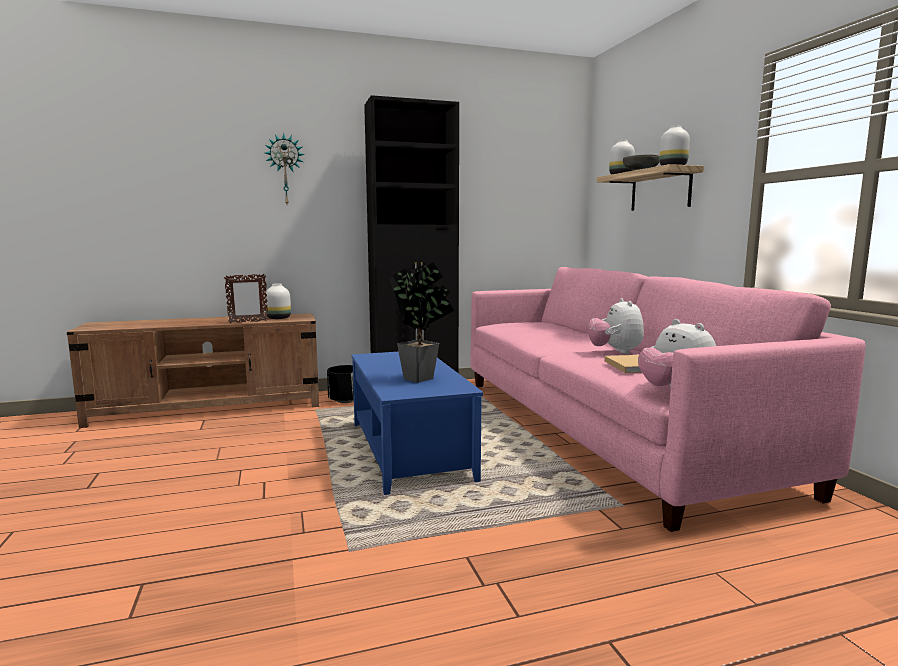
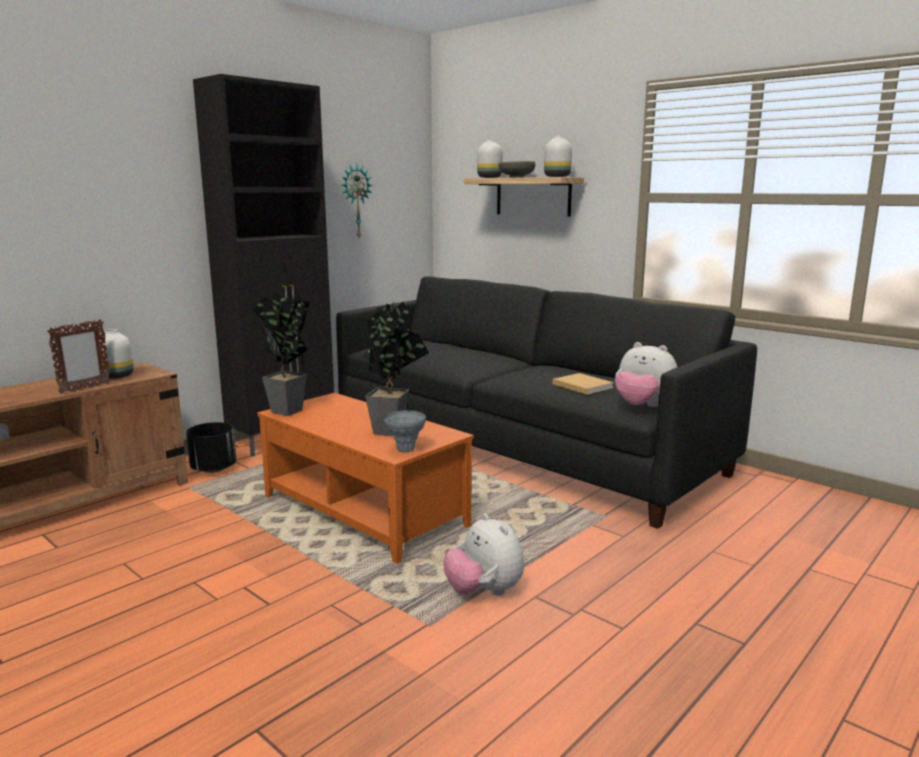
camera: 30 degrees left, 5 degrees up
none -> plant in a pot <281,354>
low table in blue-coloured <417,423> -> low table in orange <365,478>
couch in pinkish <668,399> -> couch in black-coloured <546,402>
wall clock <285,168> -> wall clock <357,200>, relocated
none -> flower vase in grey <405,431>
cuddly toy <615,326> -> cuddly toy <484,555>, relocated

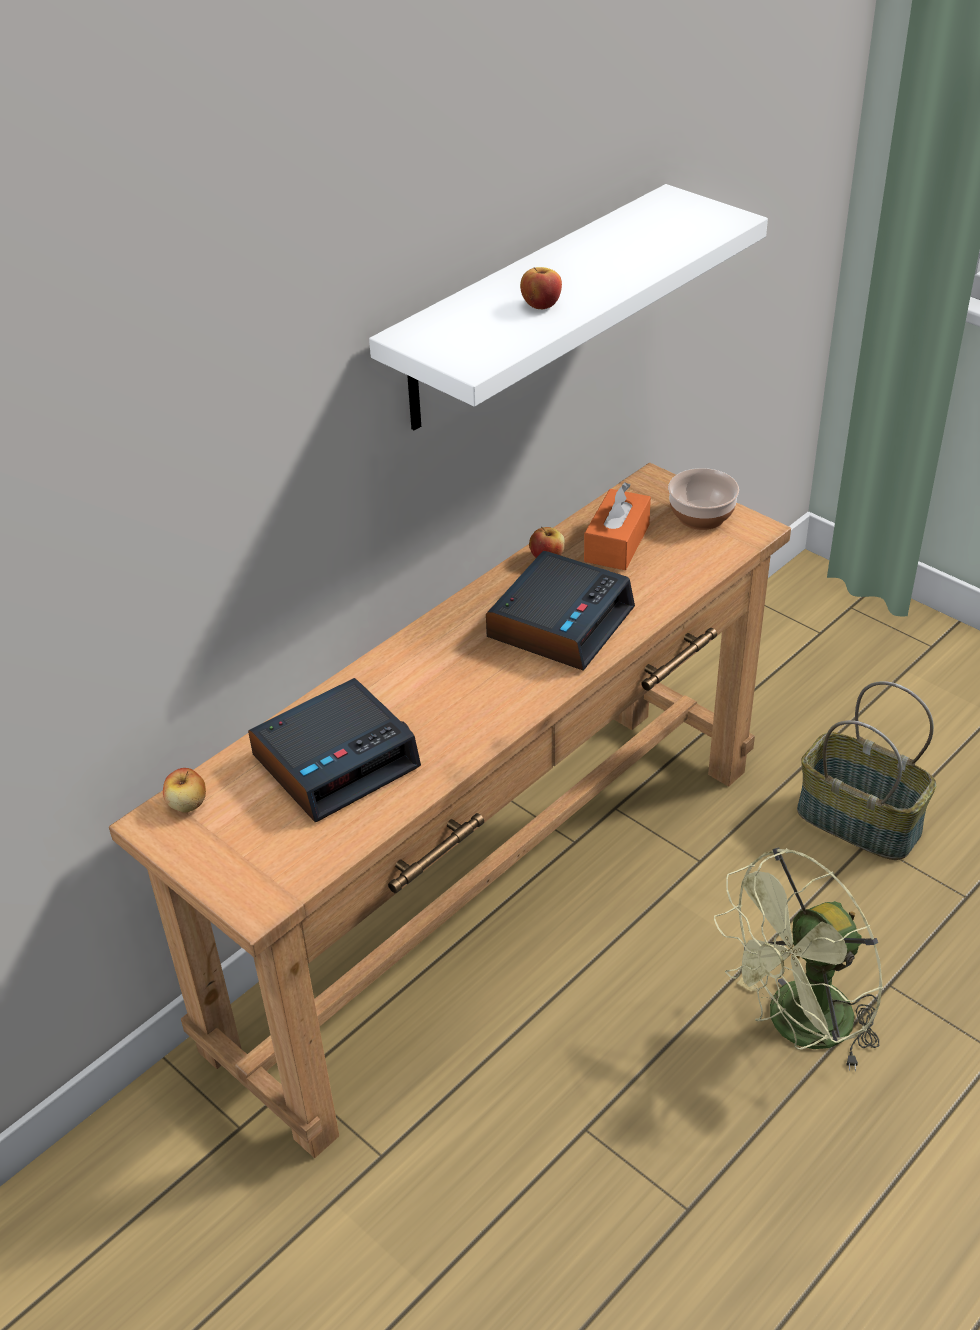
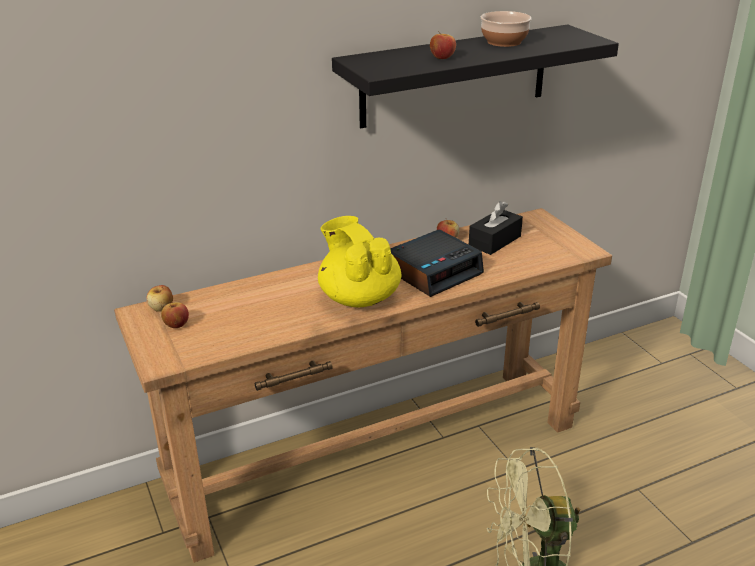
camera: 20 degrees right, 10 degrees down
none -> apple fruit <175,315>
none -> teapot in yellow <360,261>
shelf in white <568,307> -> shelf in black-coloured <475,76>
box of tissues in orange <617,526> -> box of tissues in black-coloured <496,228>
serving bowl <703,499> -> serving bowl <506,29>, relocated
bedside clock <334,750> -> none
basket <866,770> -> none

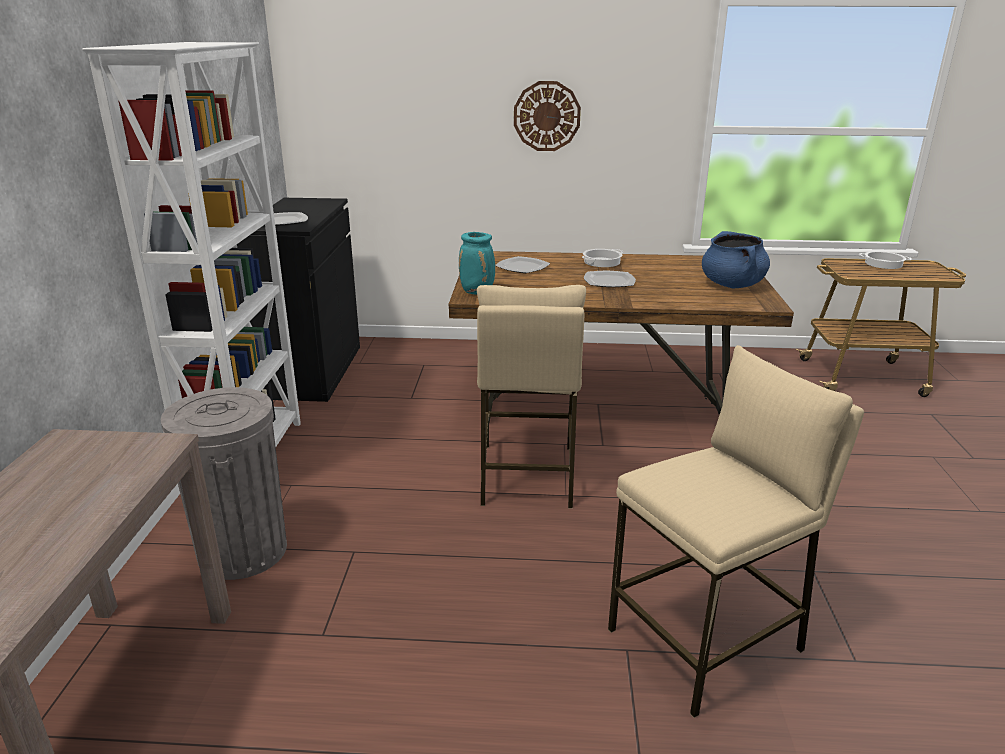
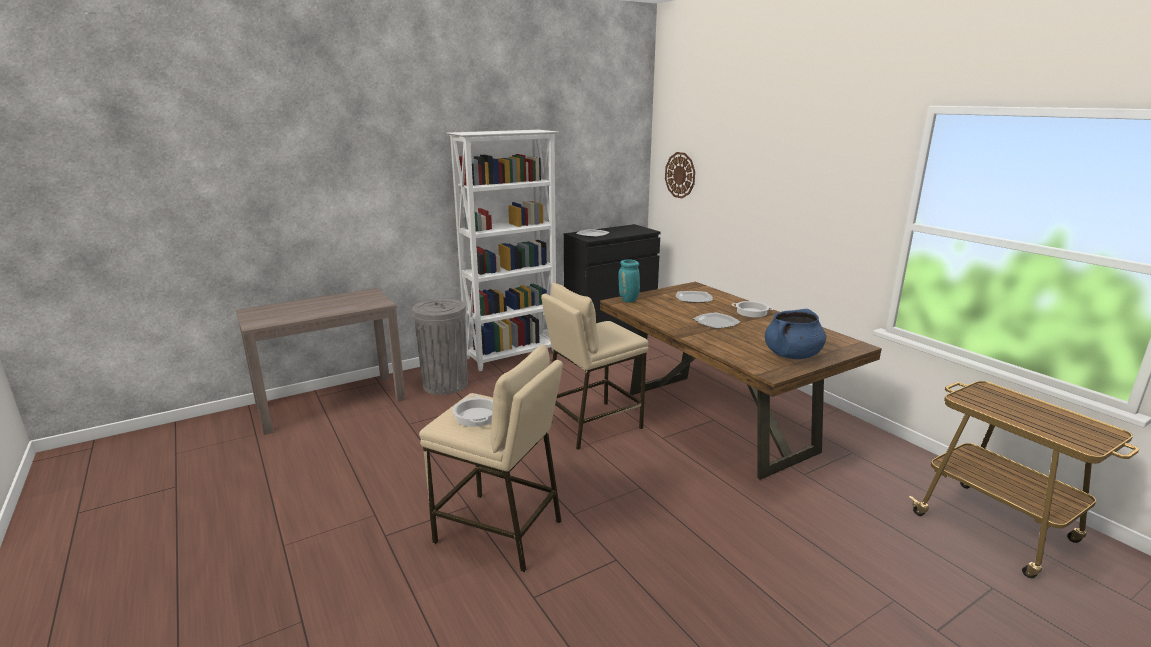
camera: 55 degrees right, 5 degrees down
cooking pot <885,260> -> cooking pot <473,411>, relocated
wall clock <547,116> -> wall clock <680,175>, relocated

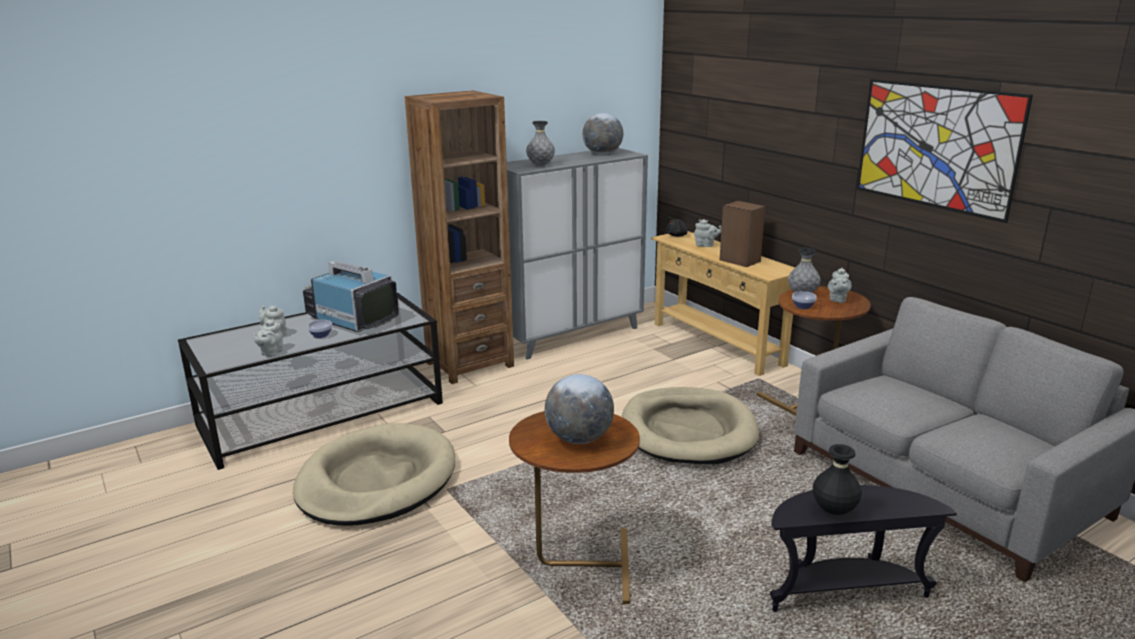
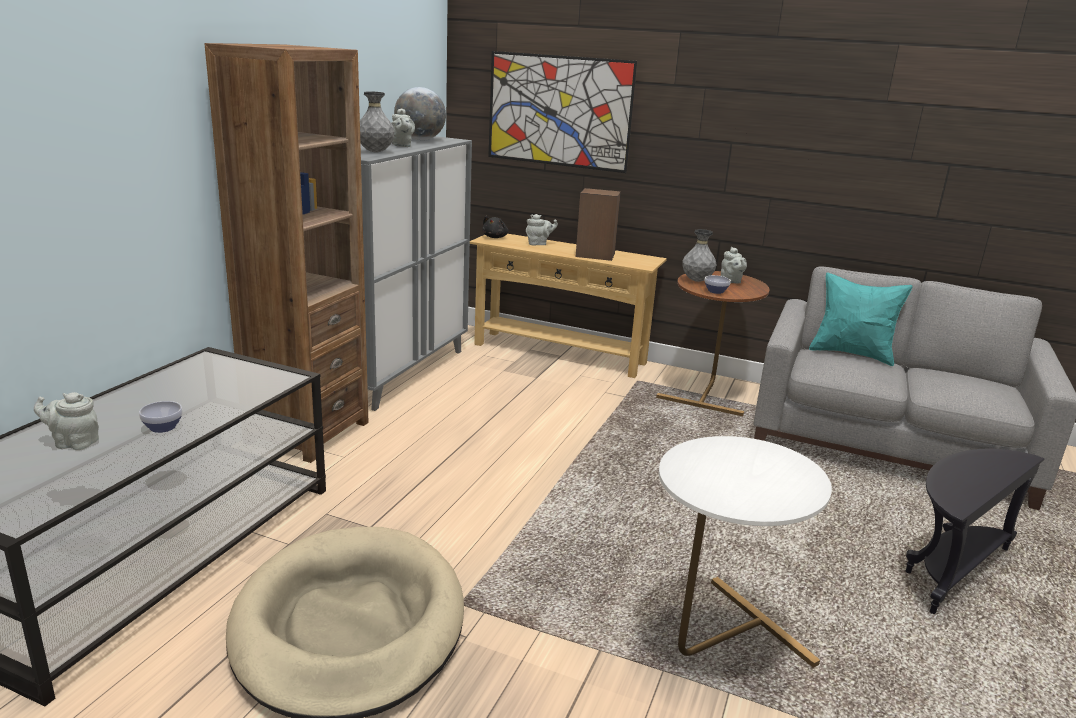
camera: 35 degrees left, 0 degrees up
teapot in grey <268,337> -> teapot in grey <403,127>, relocated
picture <945,151> -> picture <562,112>, relocated
end table in brown <574,507> -> end table in white <745,552>
none -> throw pillow in turquoise-coloured <861,319>
TV set <351,296> -> none
world globe <579,409> -> none
dog bed in beige <690,425> -> none
flower vase in black-coloured <837,479> -> none

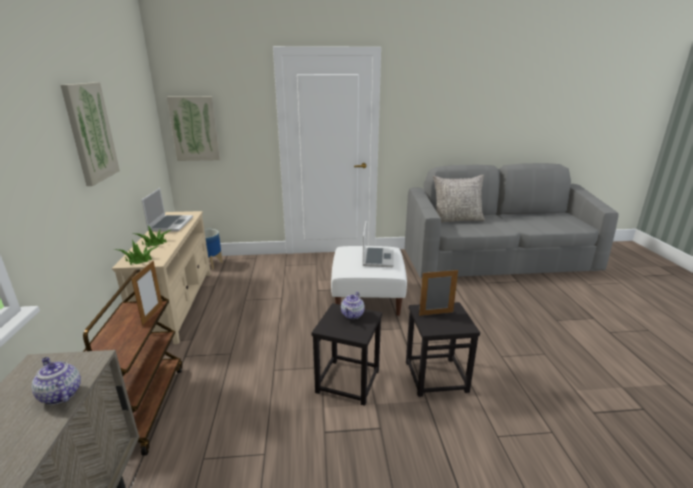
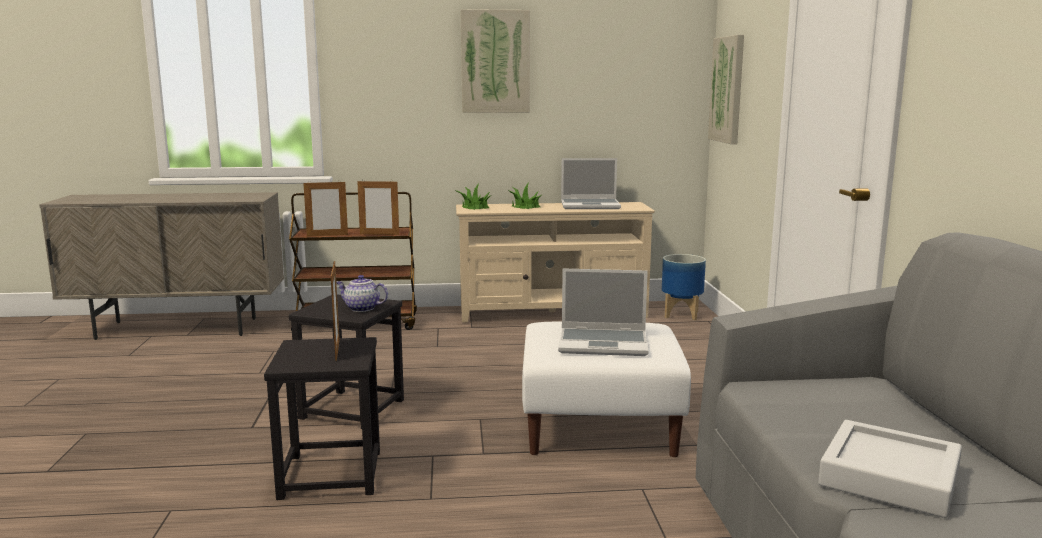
camera: 90 degrees right, 10 degrees down
none -> picture frame <325,209>
none -> serving tray in grey <890,469>
teapot <56,381> -> none
throw pillow in grey <459,199> -> none

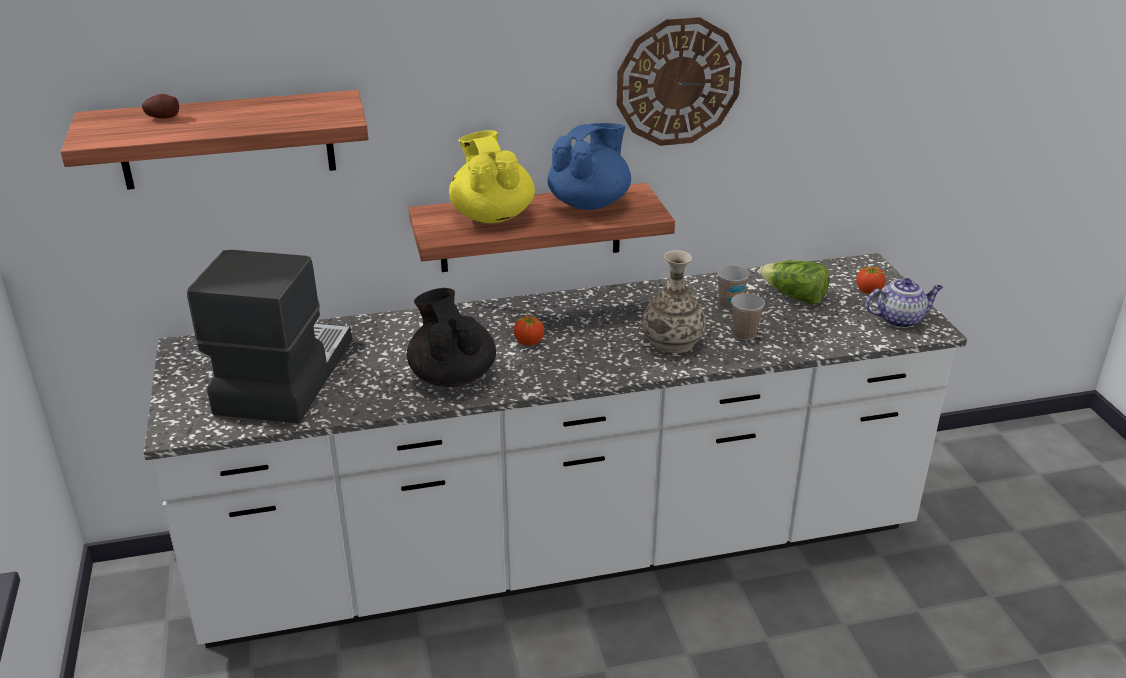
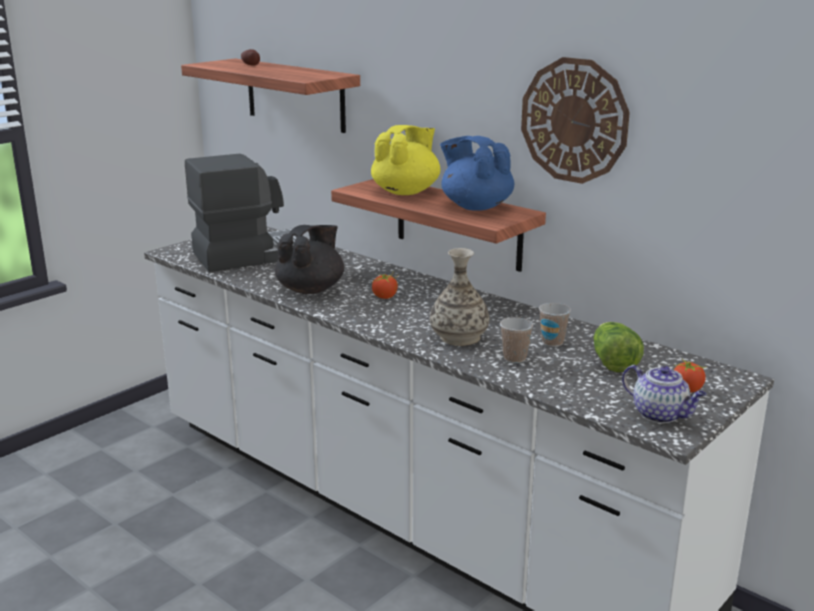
camera: 55 degrees right, 10 degrees down
teapot in blue-coloured <589,166> -> teapot in blue-coloured <477,173>, 135 degrees counterclockwise

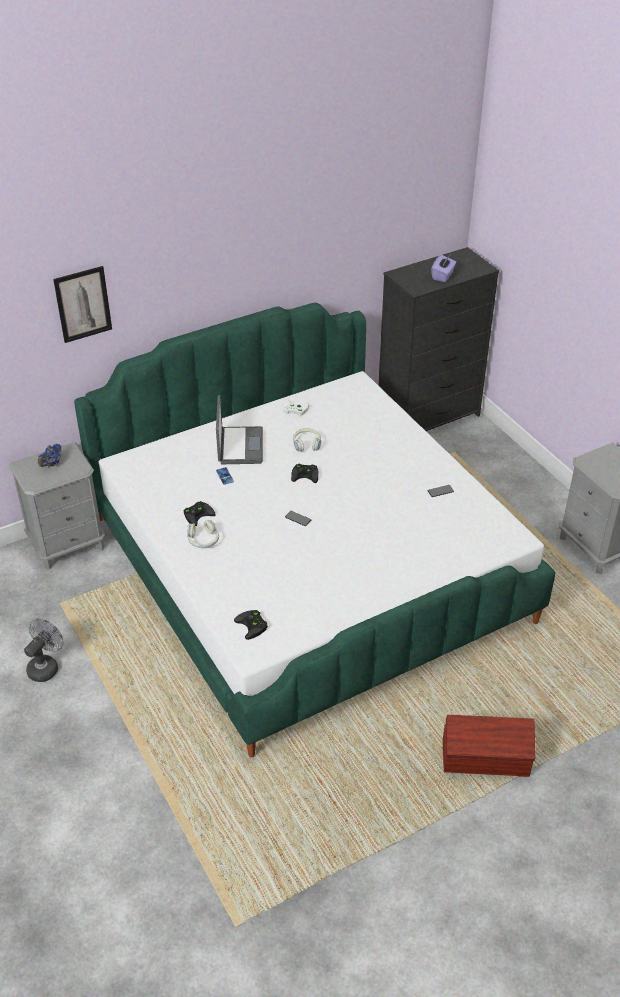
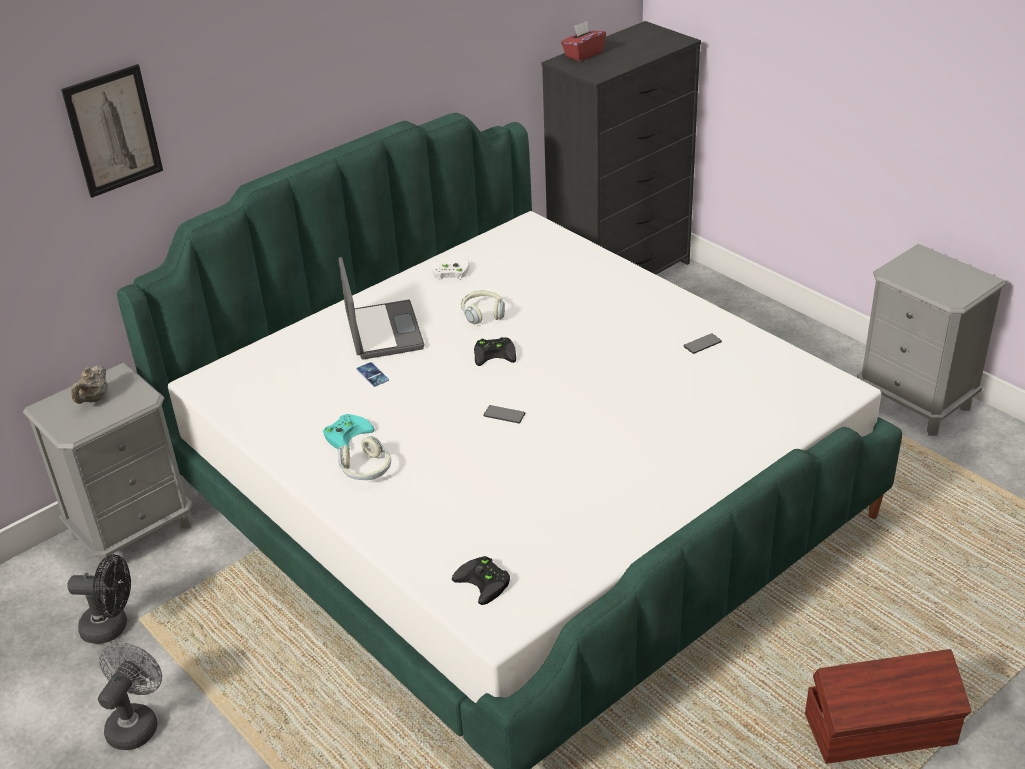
camera: 10 degrees left, 5 degrees down
none -> cooling fan in black-coloured <99,599>
teapot in blue-coloured <50,455> -> teapot in beige <89,384>
gamepad in black-coloured <199,513> -> gamepad in turquoise-coloured <349,432>
none -> box of tissues in reddish <583,41>
box of tissues in purple-coloured <443,268> -> none

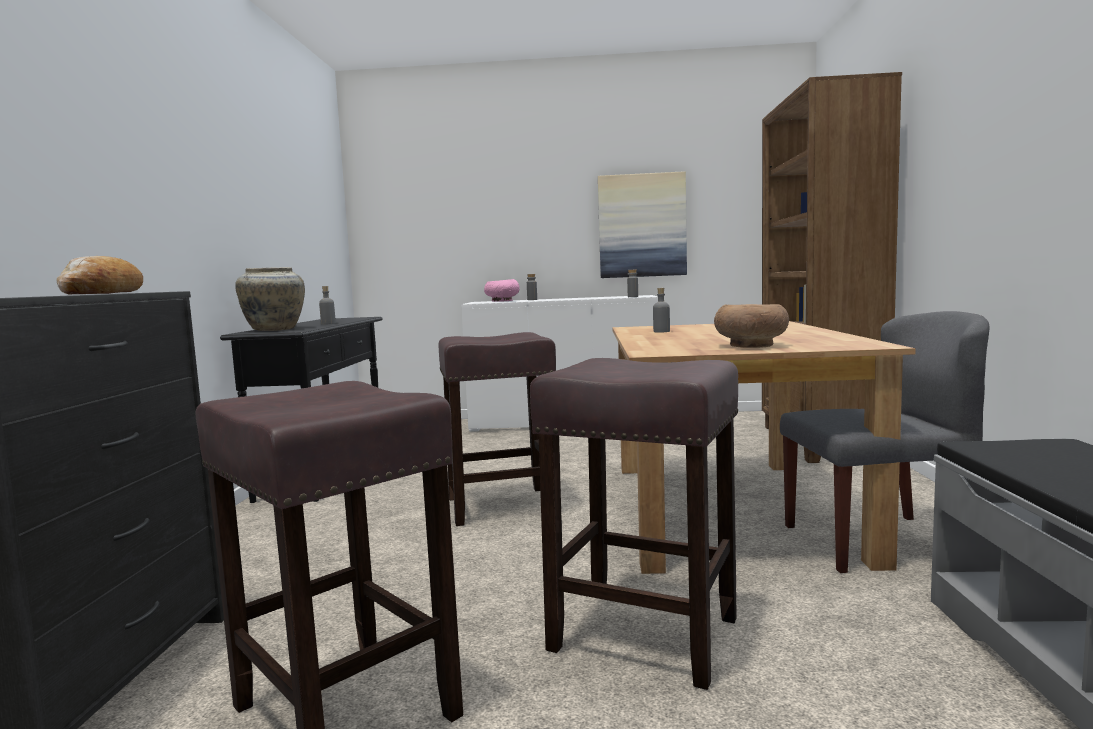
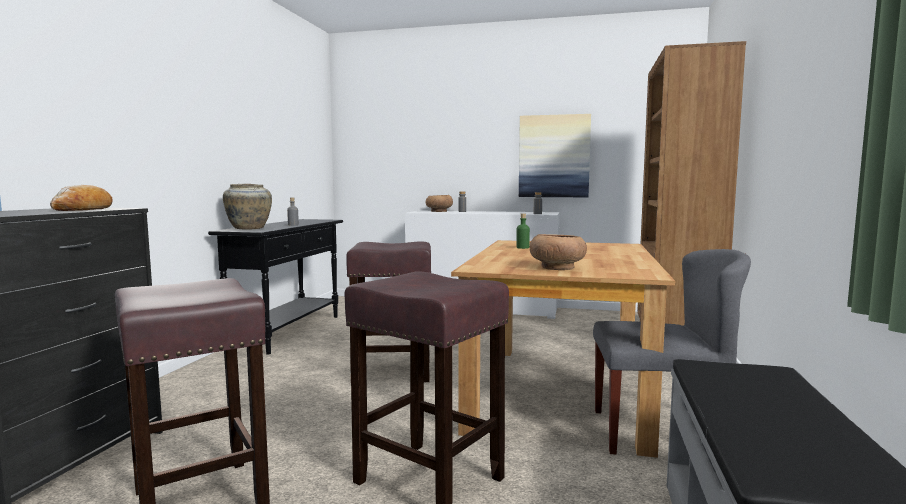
camera: 10 degrees right, 0 degrees up
serving bowl in pinkish <502,290> -> serving bowl in brown <439,203>
beverage bottle in grey <661,310> -> beverage bottle in greenish <523,231>

